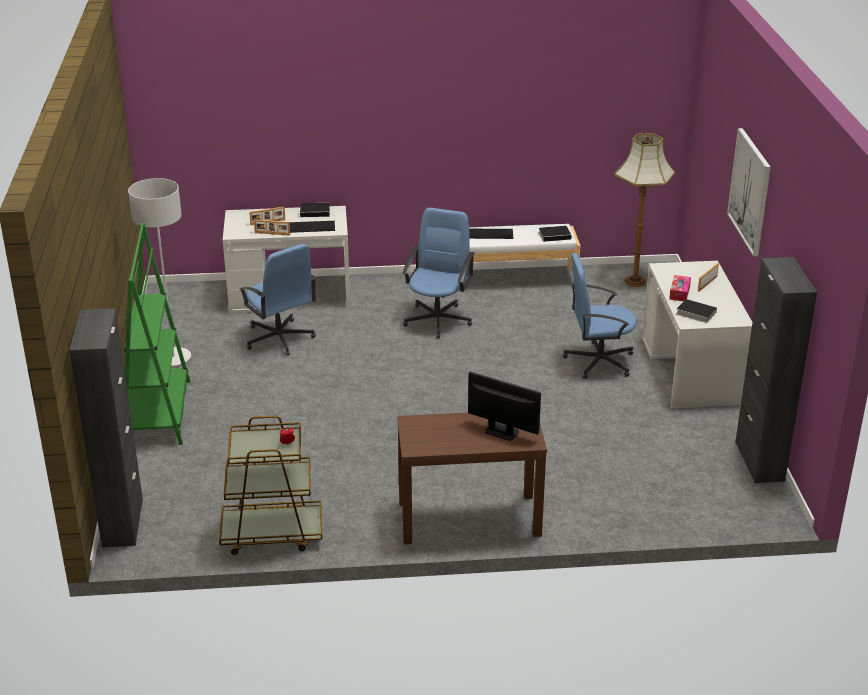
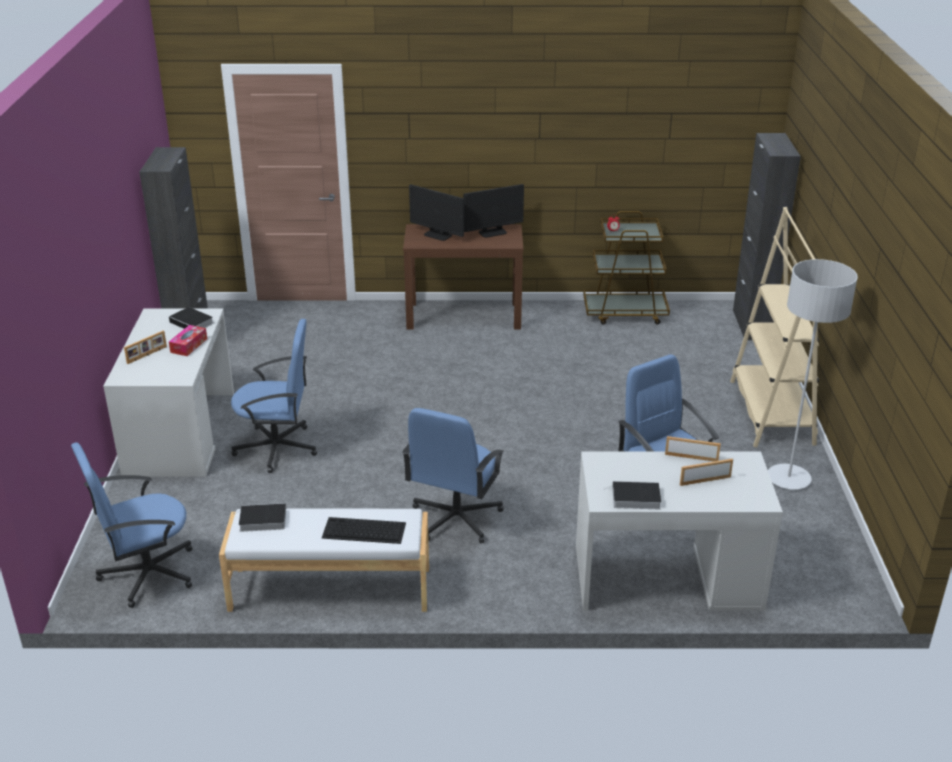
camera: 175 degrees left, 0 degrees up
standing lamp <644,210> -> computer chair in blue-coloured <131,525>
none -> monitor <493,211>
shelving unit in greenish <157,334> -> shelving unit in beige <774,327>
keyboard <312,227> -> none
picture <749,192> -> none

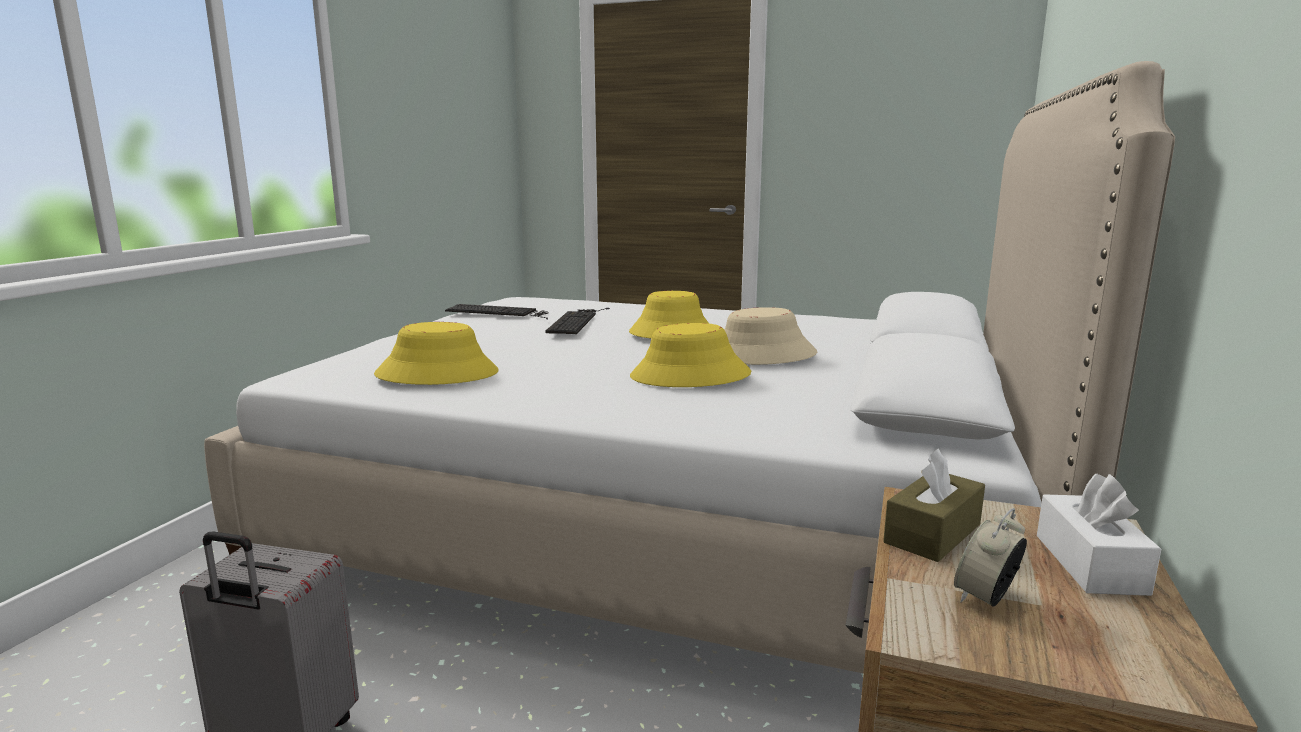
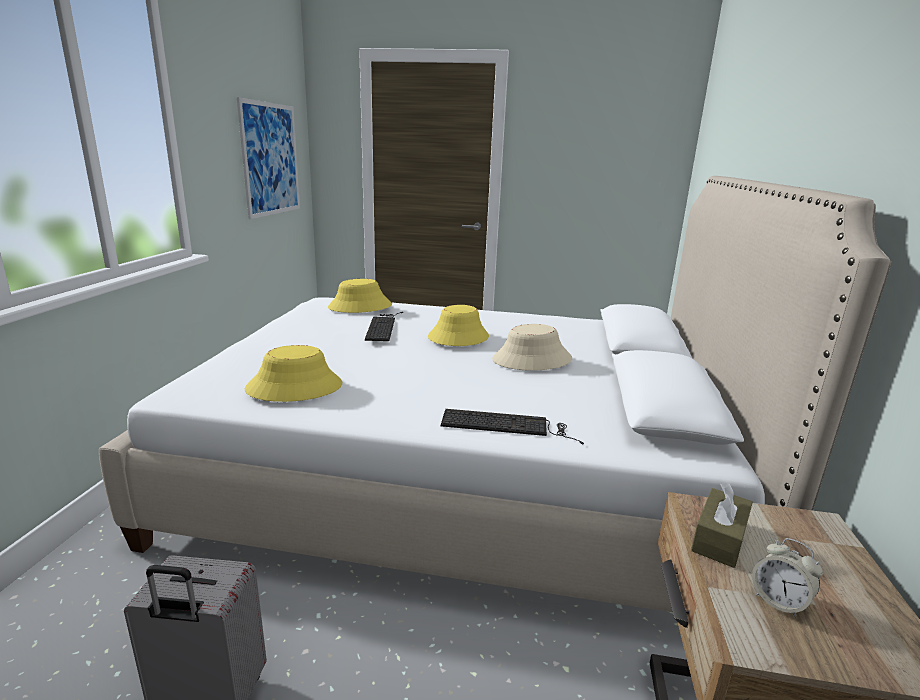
camera: 10 degrees left, 5 degrees up
none -> picture <268,158>
hat in yellow <690,355> -> hat in yellow <360,296>, relocated
keyboard <497,312> -> keyboard <512,426>, relocated
bedside clock <990,557> -> bedside clock <787,578>, 75 degrees counterclockwise
box of tissues in white <1099,535> -> none

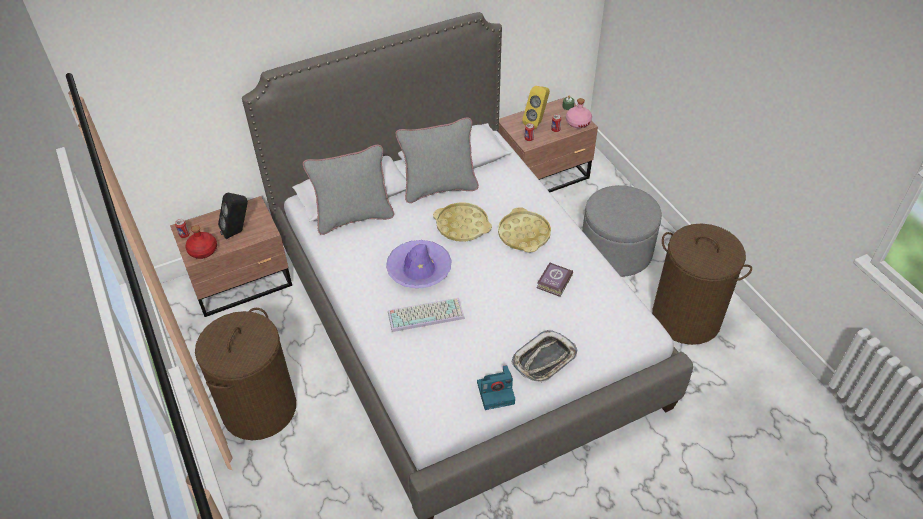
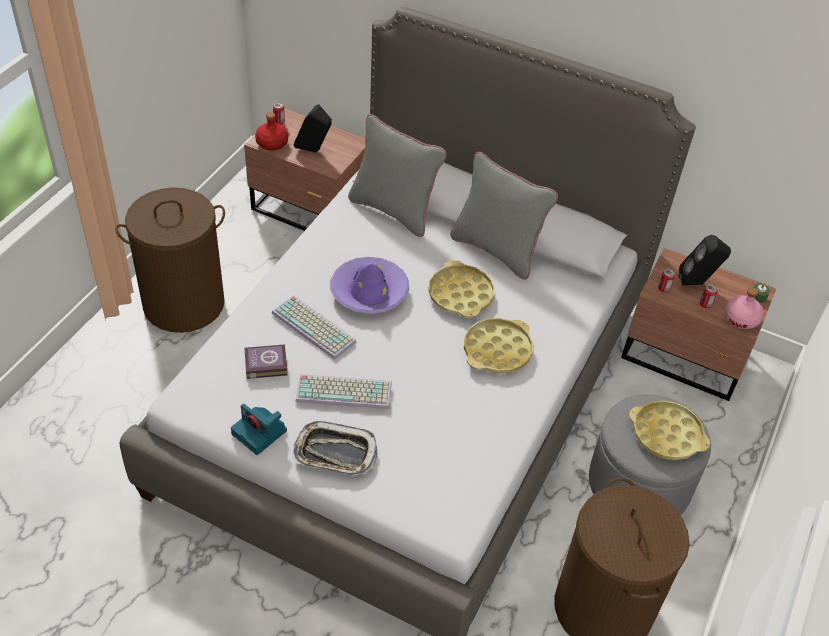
camera: 50 degrees right, 0 degrees up
bound book <555,279> -> bound book <266,361>, relocated
none -> keyboard <343,391>
none -> serving tray in yellow <669,430>
speaker in yellow <536,108> -> speaker in black-coloured <704,260>

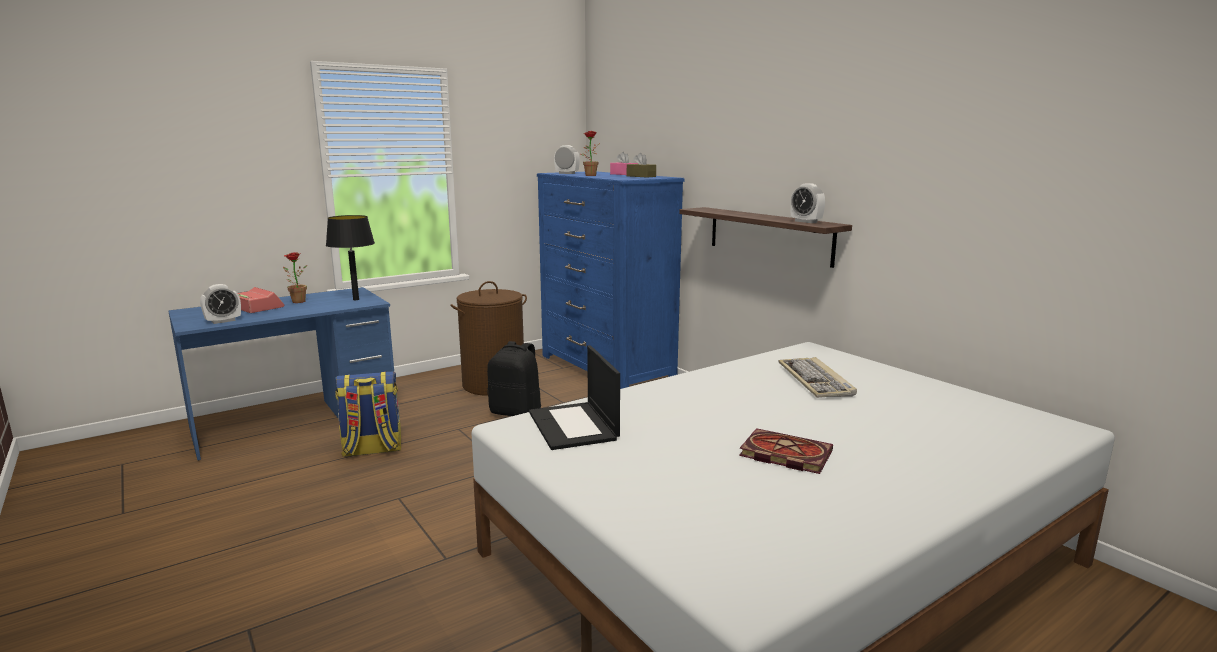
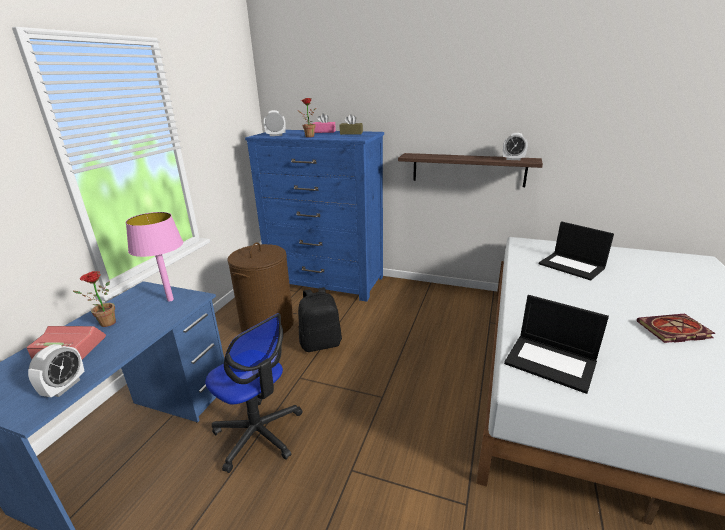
camera: 35 degrees left, 10 degrees up
tabletop lamp in black-coloured <350,257> -> tabletop lamp in pinkish <154,256>
rucksack <368,414> -> computer chair <253,393>
keyboard <817,377> -> portable computer <576,250>

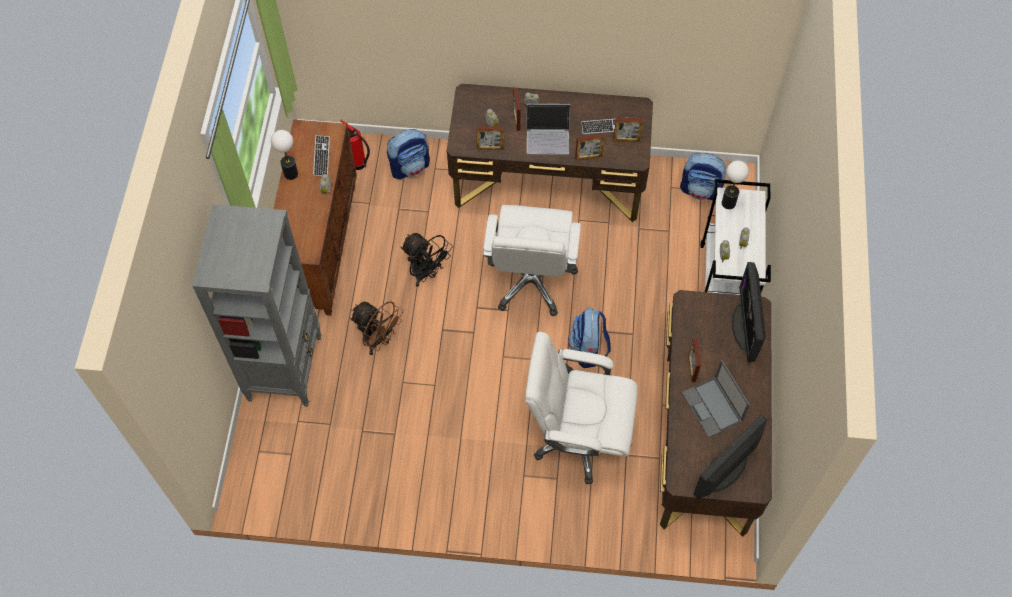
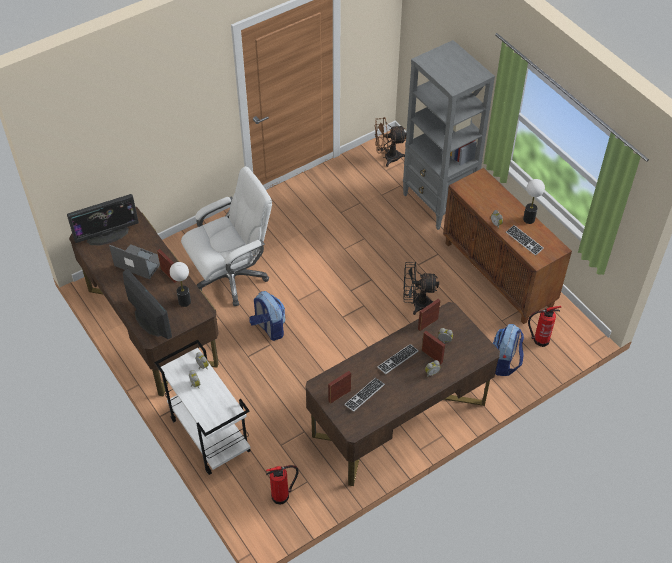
camera: 140 degrees right, 10 degrees down
monitor <730,457> -> monitor <103,219>, 60 degrees clockwise
tabletop lamp <735,184> -> tabletop lamp <180,284>, relocated
rucksack <703,176> -> fire extinguisher <282,484>
cooling fan in brown <376,328> -> cooling fan in brown <390,142>, relocated
portable computer <548,129> -> keyboard <398,359>
computer chair in white <532,260> -> none
picture frame <590,147> -> none

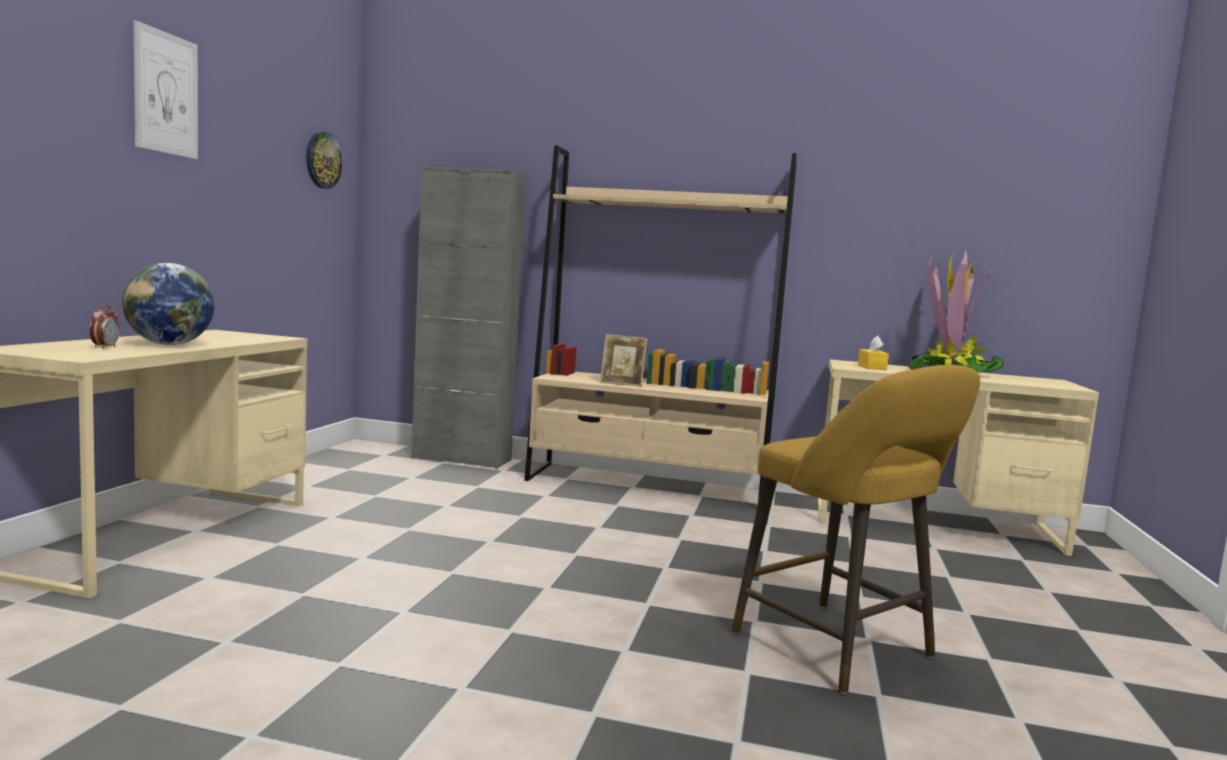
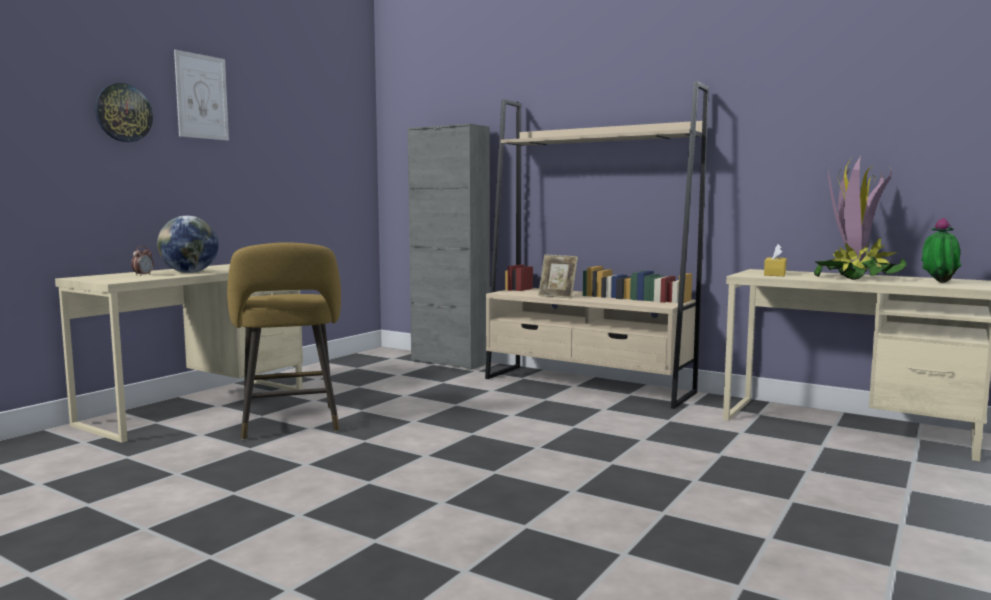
camera: 20 degrees right, 0 degrees up
wall clock <324,160> -> wall clock <124,112>, relocated
stool seat in yellow <856,529> -> stool seat in yellow <284,341>, relocated
none -> plant in a pot <941,250>

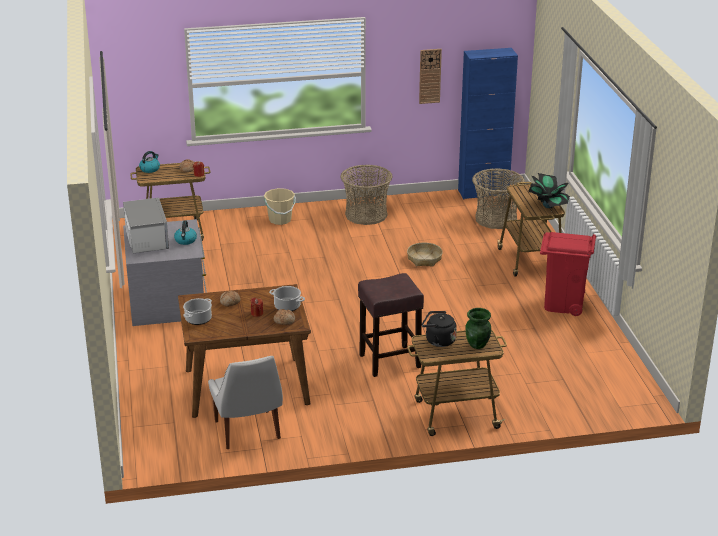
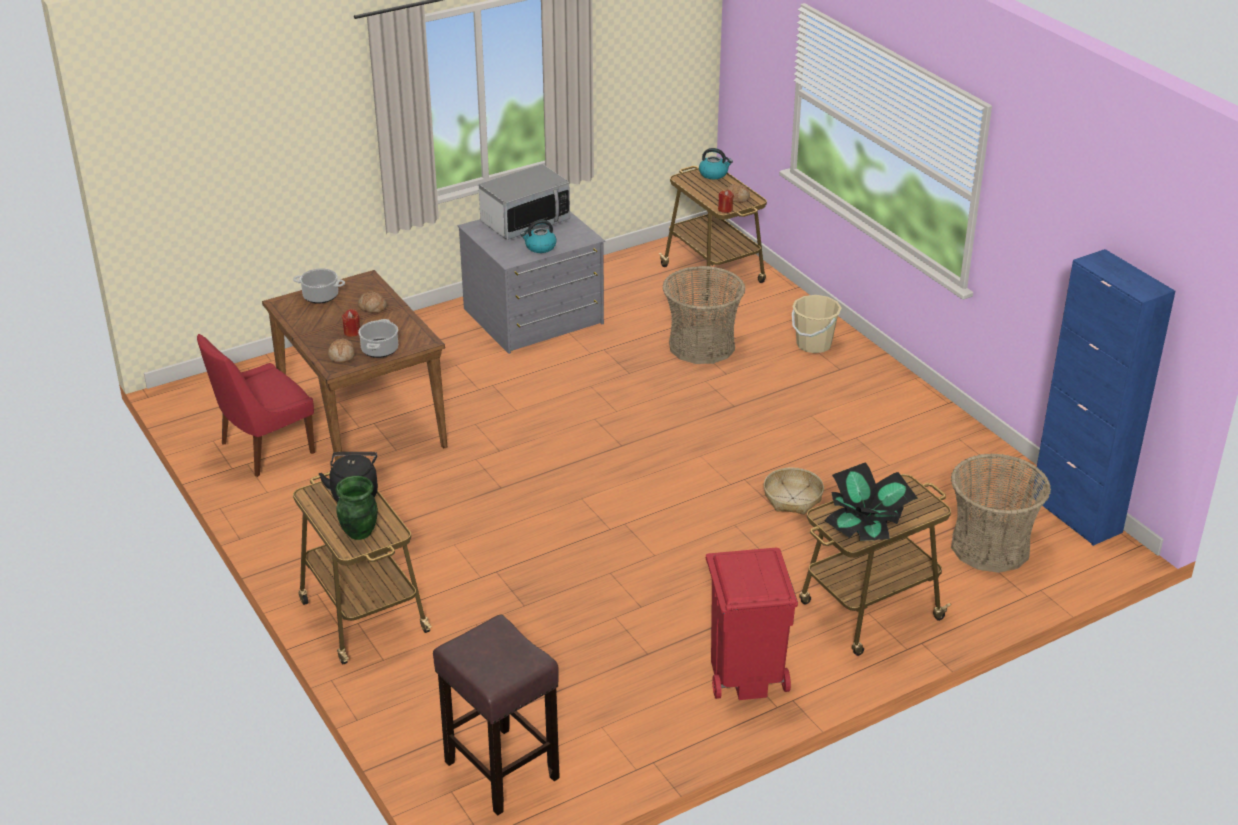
camera: 70 degrees right, 5 degrees up
upright chair in white <245,402> -> upright chair in reddish <256,405>
stool seat in brown <391,325> -> stool seat in brown <496,714>, relocated
basket <366,195> -> basket <703,315>, relocated
wall clock <430,76> -> none

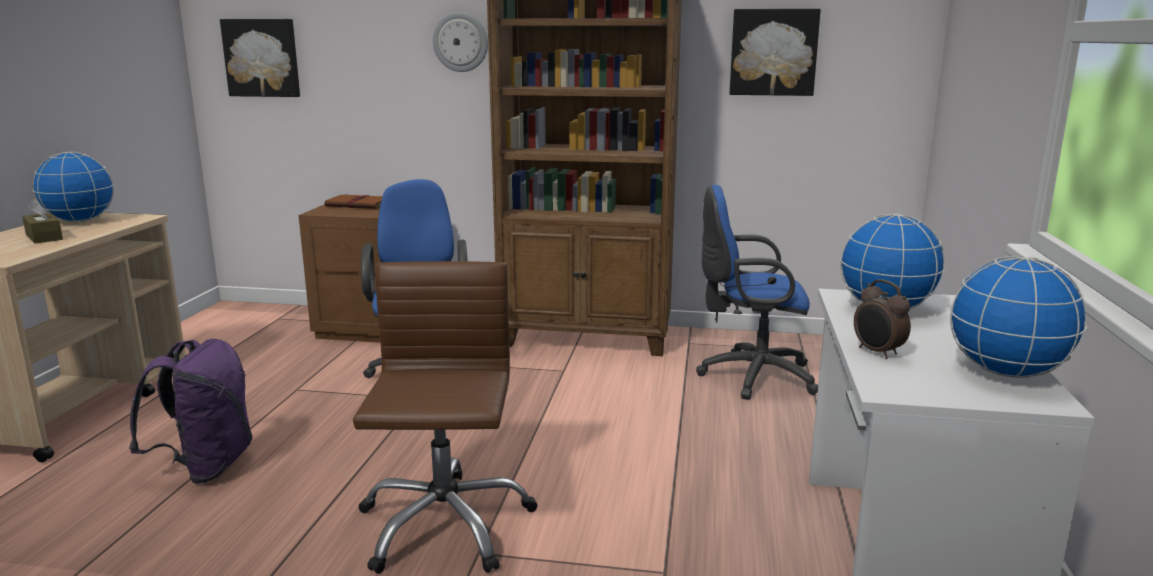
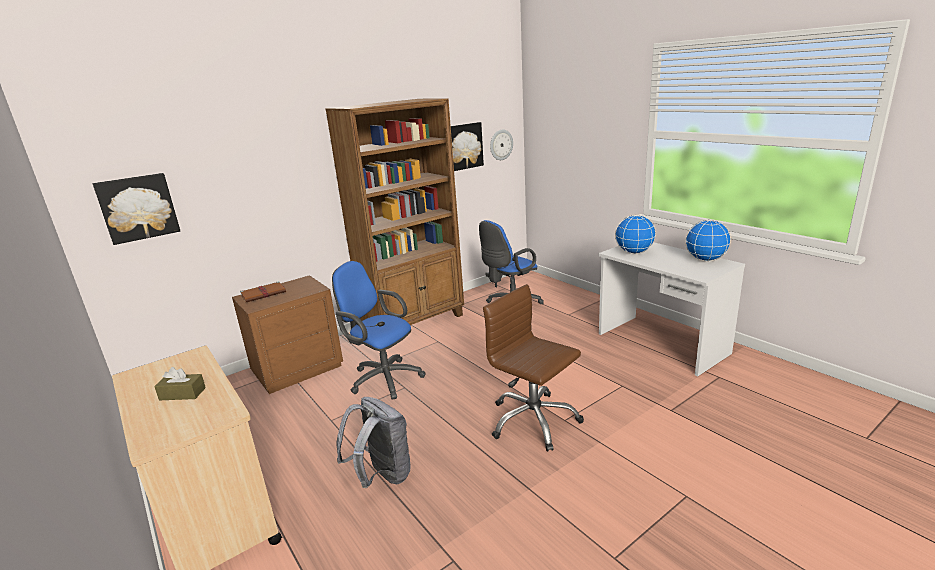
camera: 45 degrees left, 5 degrees up
rucksack in purple-coloured <191,411> -> rucksack in grey <373,442>
wall clock <460,42> -> wall clock <501,144>, relocated
world globe <73,187> -> none
bedside clock <882,319> -> none

